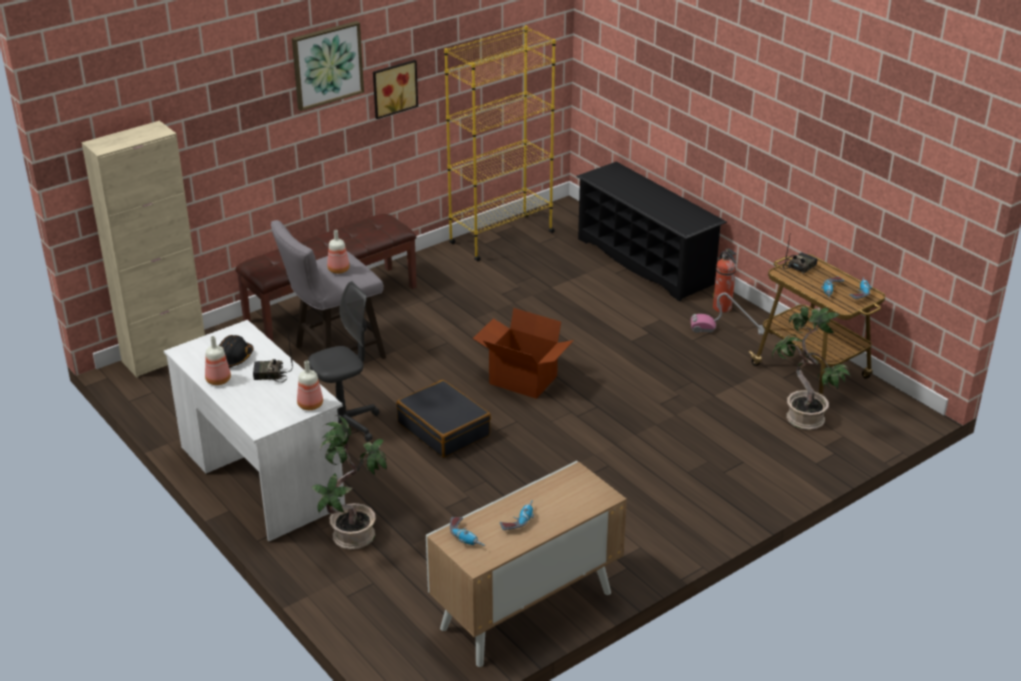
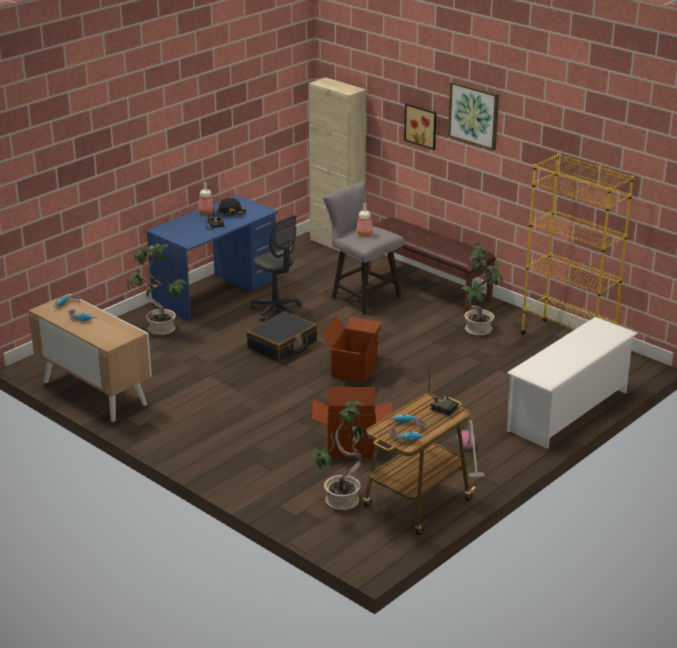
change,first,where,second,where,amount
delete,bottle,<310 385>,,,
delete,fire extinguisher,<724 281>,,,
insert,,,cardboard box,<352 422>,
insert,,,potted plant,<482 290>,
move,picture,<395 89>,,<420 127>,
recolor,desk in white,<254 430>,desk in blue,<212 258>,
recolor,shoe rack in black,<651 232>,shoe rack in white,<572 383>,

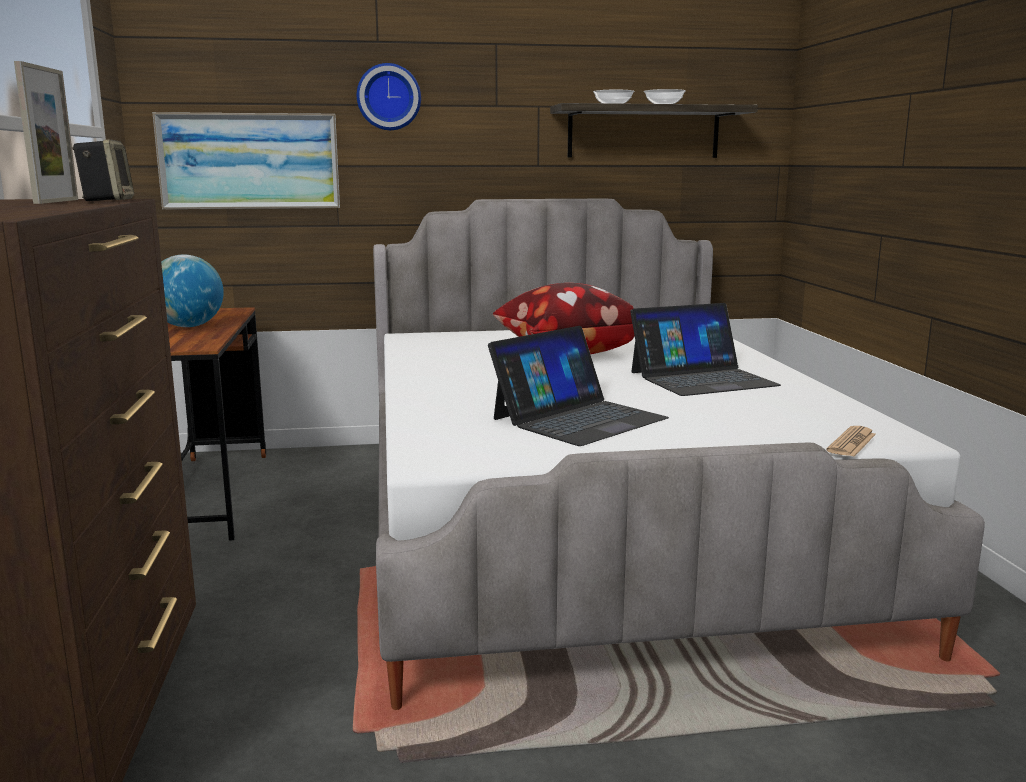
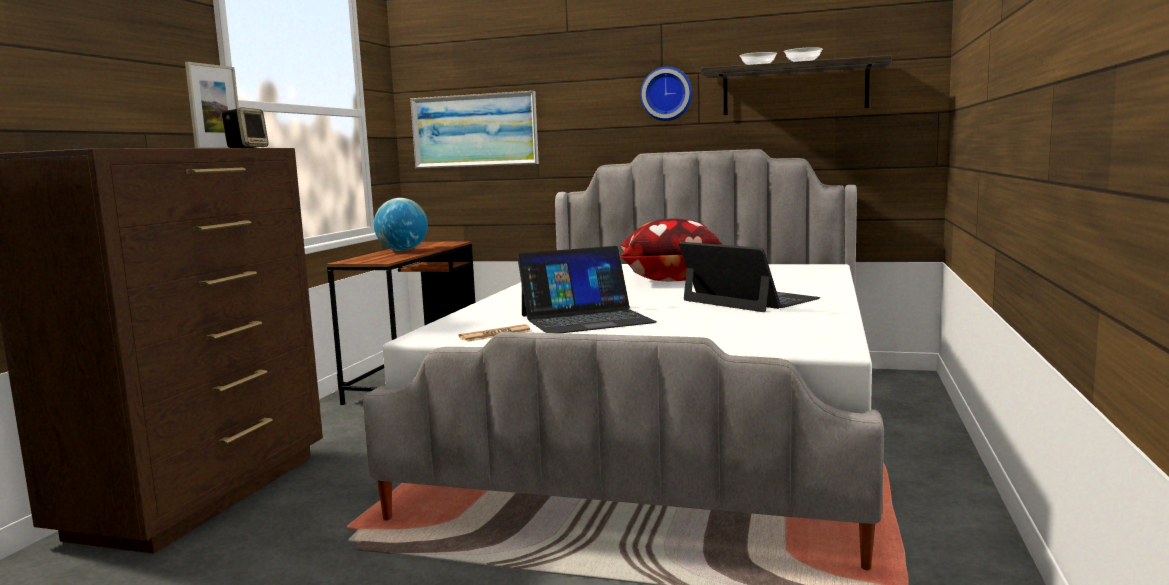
change,first,where,second,where,amount
move,wall clock,<389 96>,,<666 94>,
move,newspaper,<851 441>,,<495 333>,
rotate,laptop,<705 349>,,<749 277>,135 degrees counterclockwise

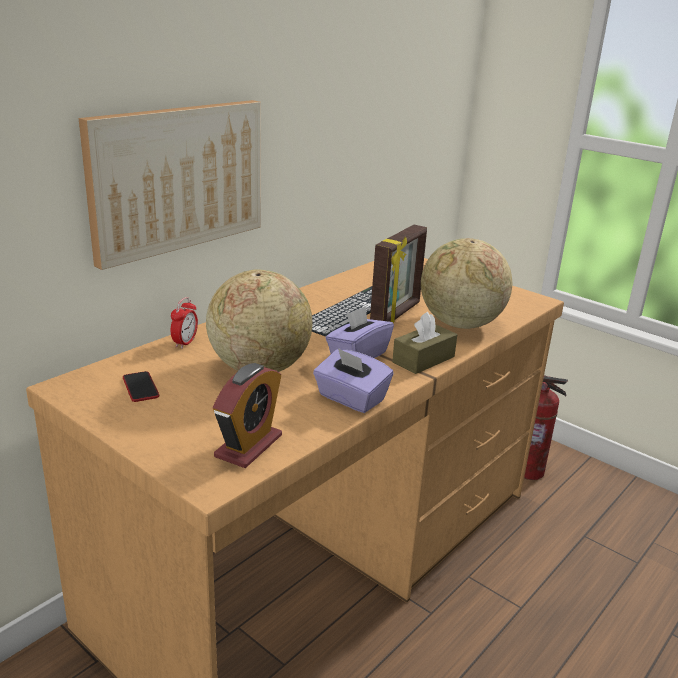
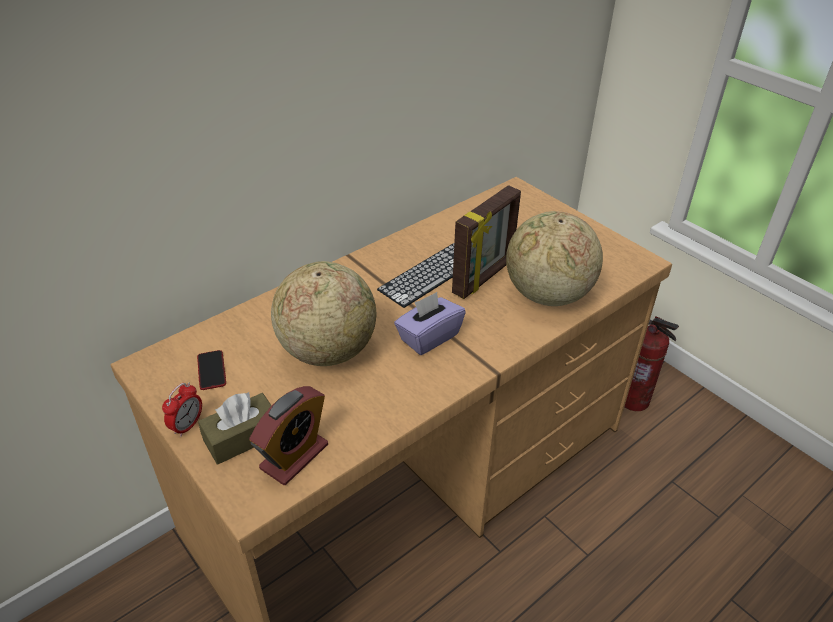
change,first,where,second,where,amount
delete,picture,<170 185>,,,
delete,tissue box in purple,<353 380>,,,
move,alarm clock,<184 323>,,<182 410>,
move,tissue box in brown,<424 343>,,<235 428>,

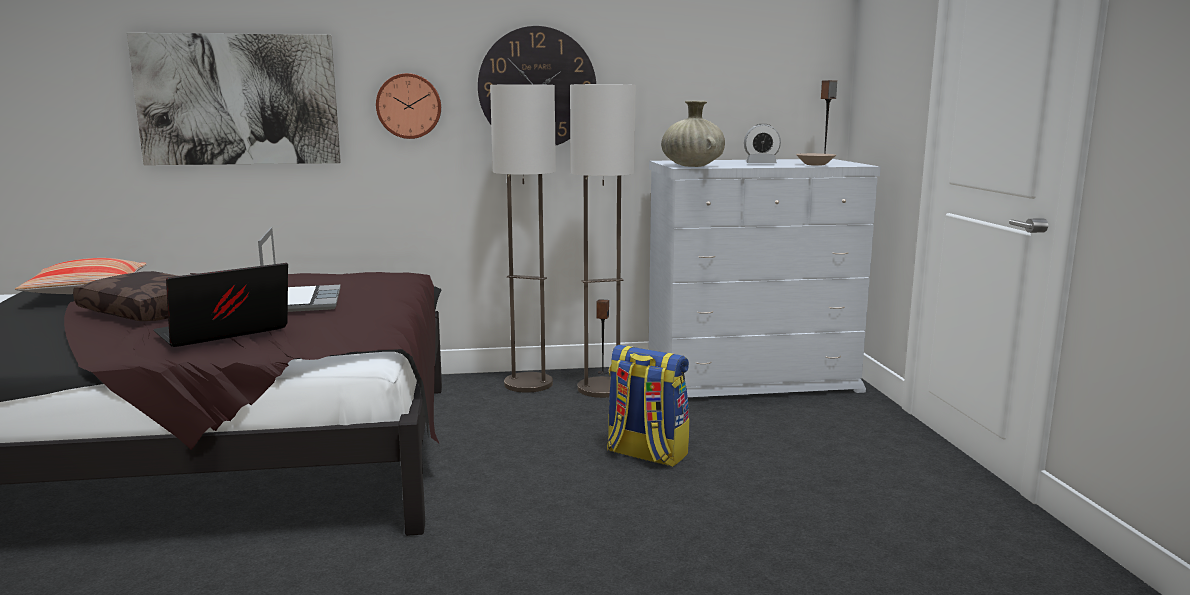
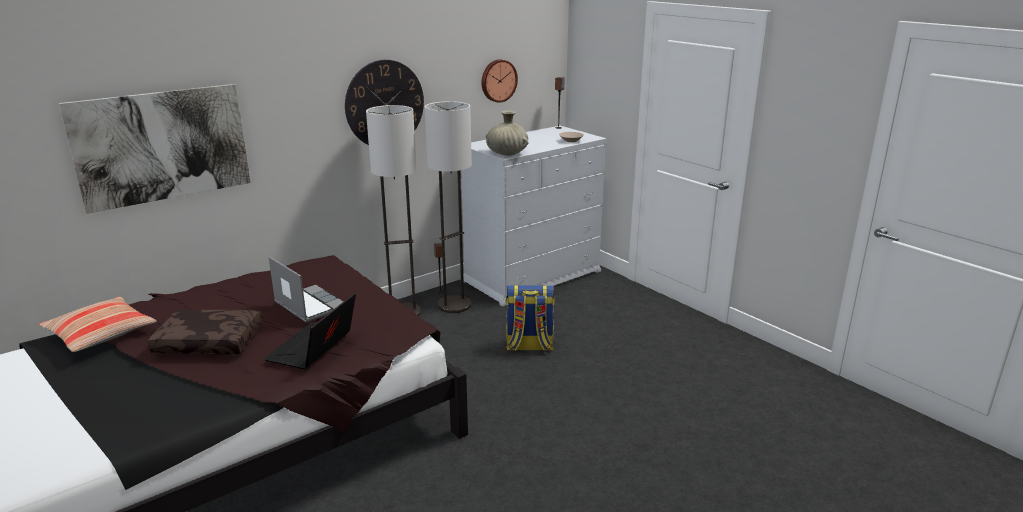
change,first,where,second,where,amount
delete,alarm clock,<762 143>,,,
move,wall clock,<408 106>,,<499 81>,

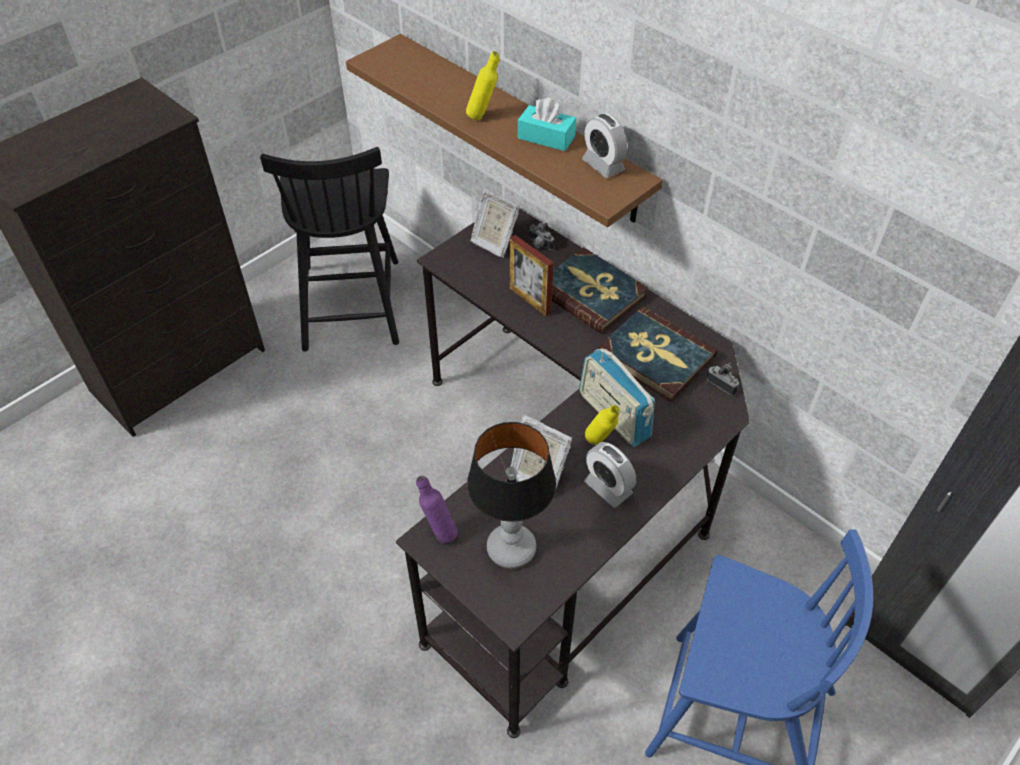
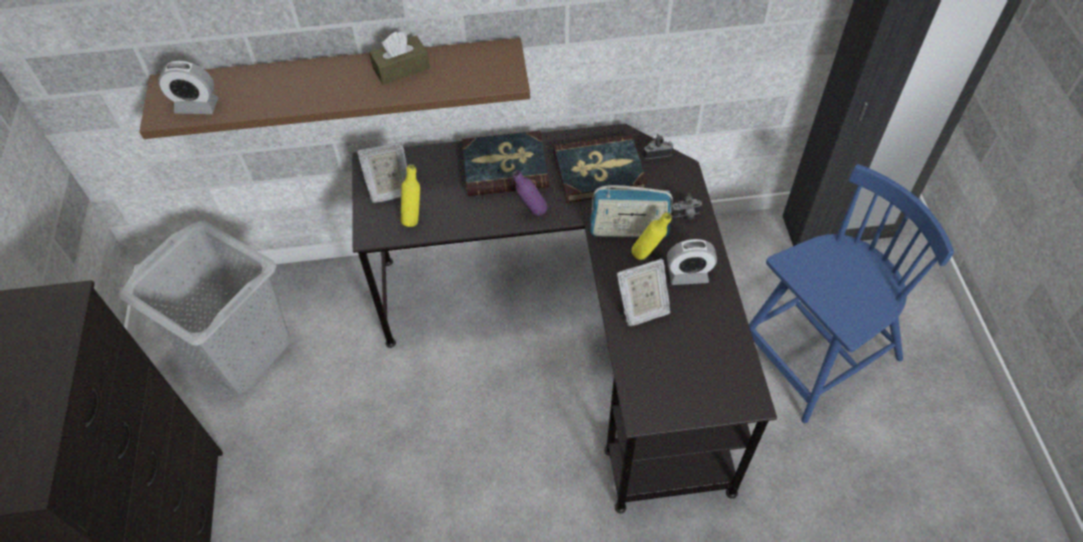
change,first,where,second,where,amount
delete,table lamp,<511 495>,,,
delete,picture frame,<531 275>,,,
move,bottle in purple,<437 510>,,<529 193>,
move,bottle in yellow,<483 85>,,<410 195>,
move,photo camera,<541 236>,,<687 206>,
move,alarm clock,<604 145>,,<188 87>,
replace,chair in black,<329 249>,laundry basket in grey,<205 307>,
recolor,tissue box in turquoise,<547 124>,tissue box in brown,<399 58>,

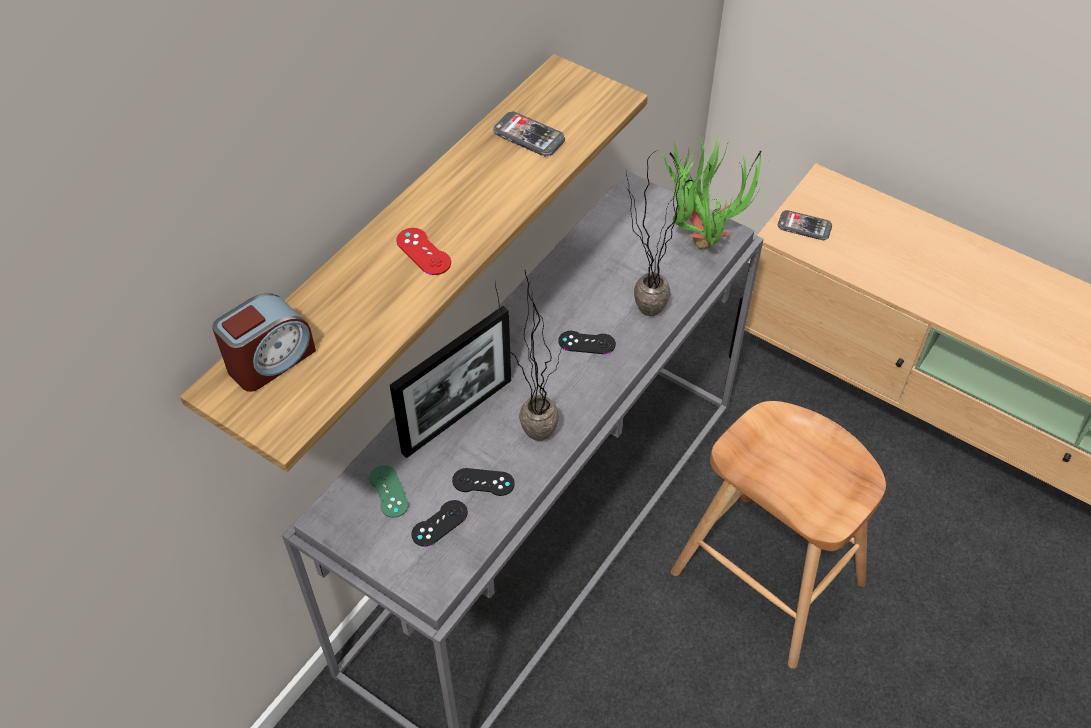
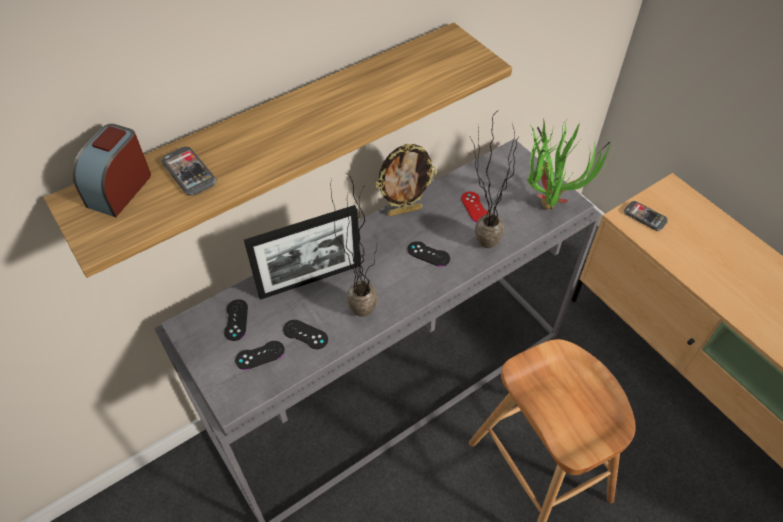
change,first,where,second,where,amount
insert,,,picture frame,<406 180>,
move,game controller in red,<423 251>,,<475 207>,
move,phone,<529 134>,,<189 171>,
recolor,game controller in green,<389 491>,game controller in black,<236 320>,
rotate,alarm clock,<264 342>,,<112 170>,135 degrees clockwise

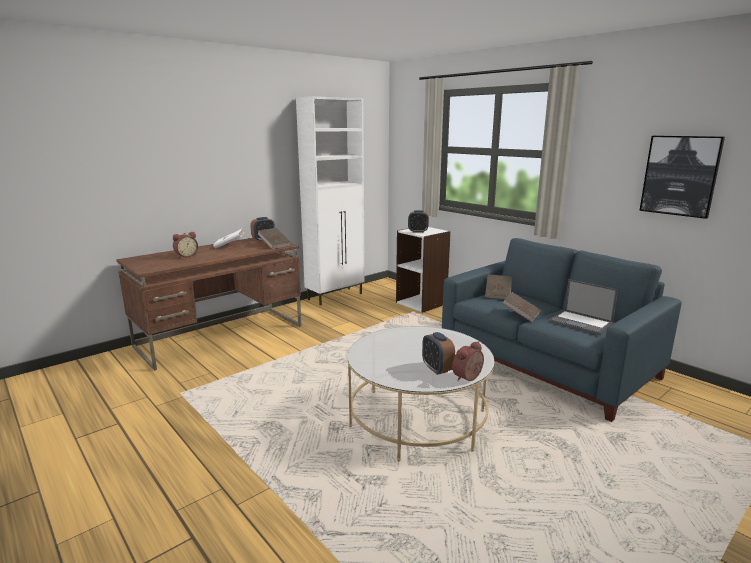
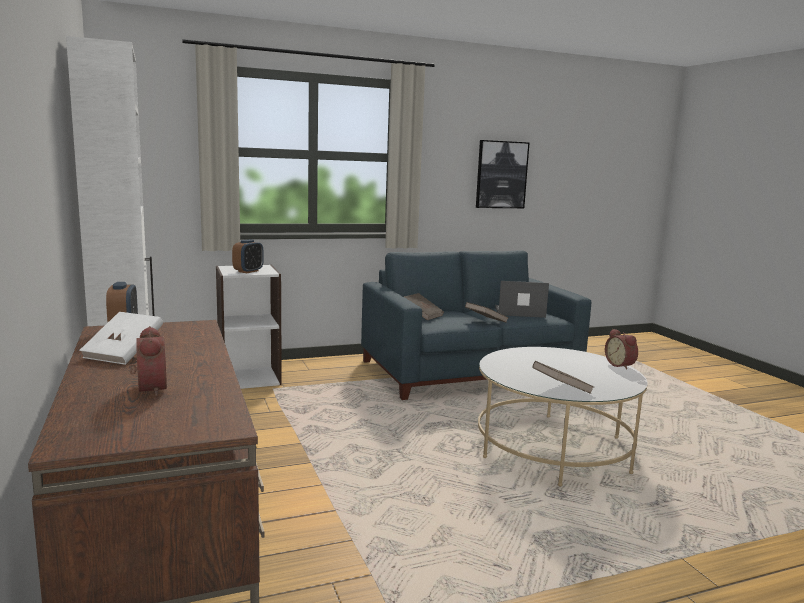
change,first,where,second,where,amount
delete,alarm clock,<438 353>,,,
move,book in brown,<274 238>,,<563 377>,
rotate,laptop,<583 307>,,<522 299>,150 degrees counterclockwise

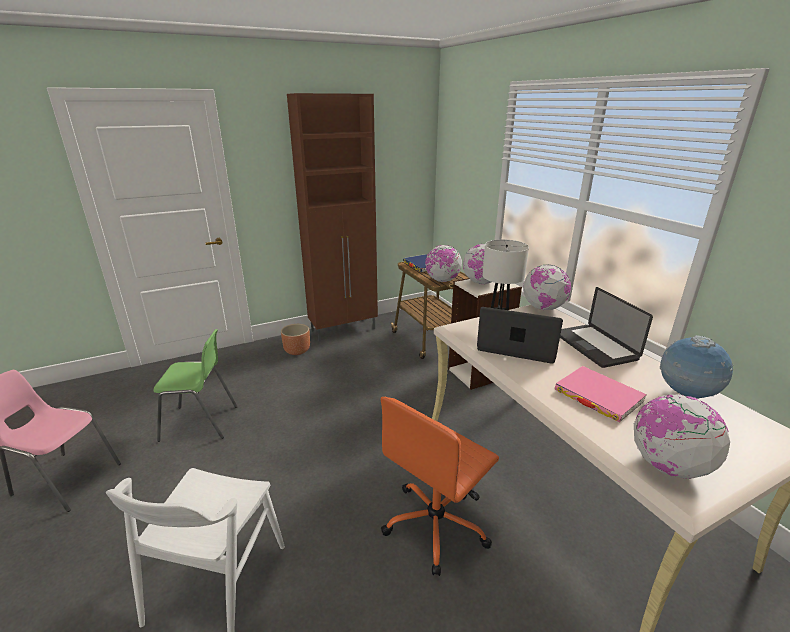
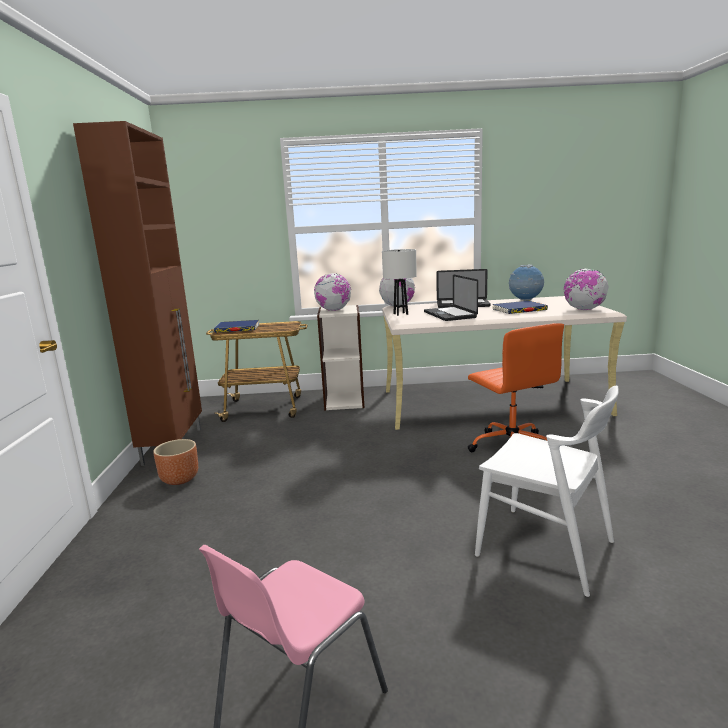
change,first,where,second,where,amount
delete,chair in green,<196 385>,,,
delete,globe,<443 263>,,,
recolor,book in pink,<601 394>,book in blue,<520 307>,
rotate,laptop,<520 335>,,<451 298>,60 degrees counterclockwise

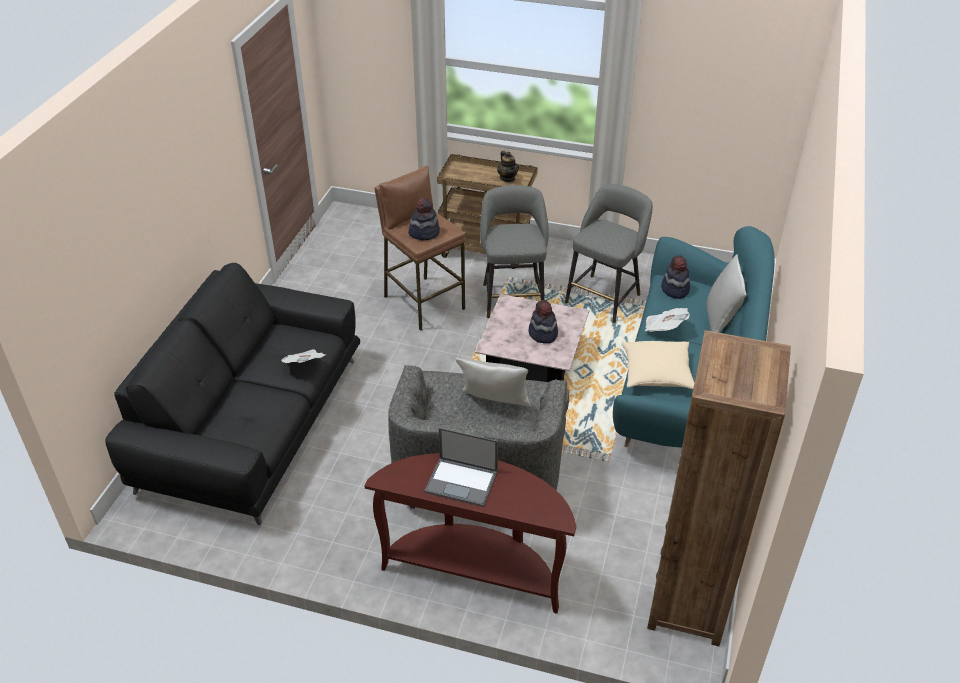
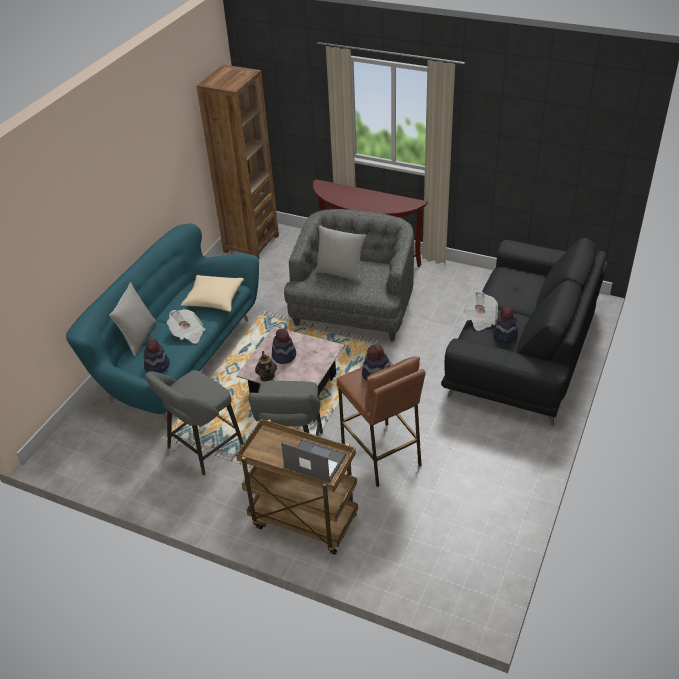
change,first,where,second,where,amount
insert,,,hat,<505 324>,
move,laptop,<461 467>,,<313 461>,
move,teapot,<508 166>,,<266 366>,

